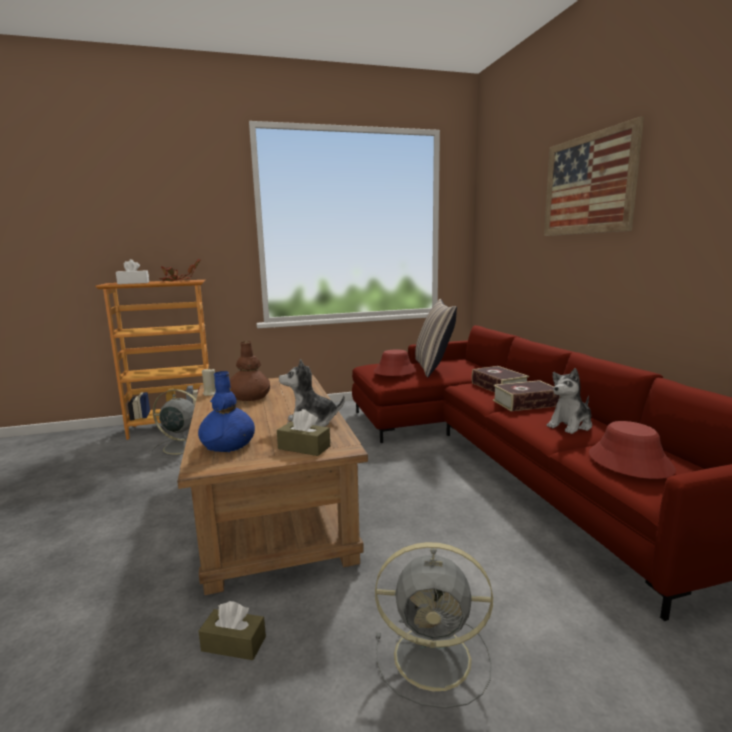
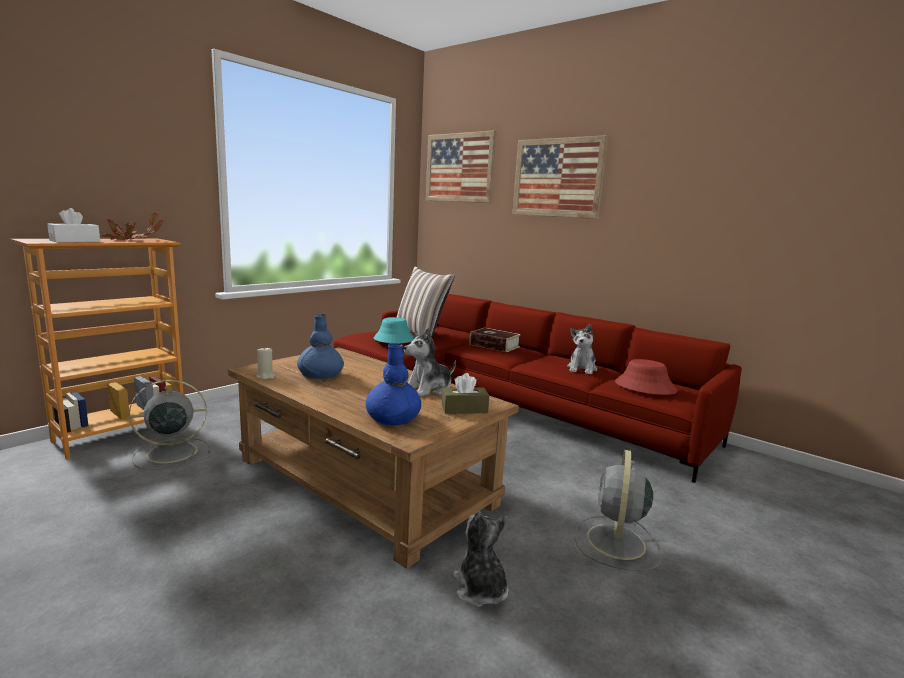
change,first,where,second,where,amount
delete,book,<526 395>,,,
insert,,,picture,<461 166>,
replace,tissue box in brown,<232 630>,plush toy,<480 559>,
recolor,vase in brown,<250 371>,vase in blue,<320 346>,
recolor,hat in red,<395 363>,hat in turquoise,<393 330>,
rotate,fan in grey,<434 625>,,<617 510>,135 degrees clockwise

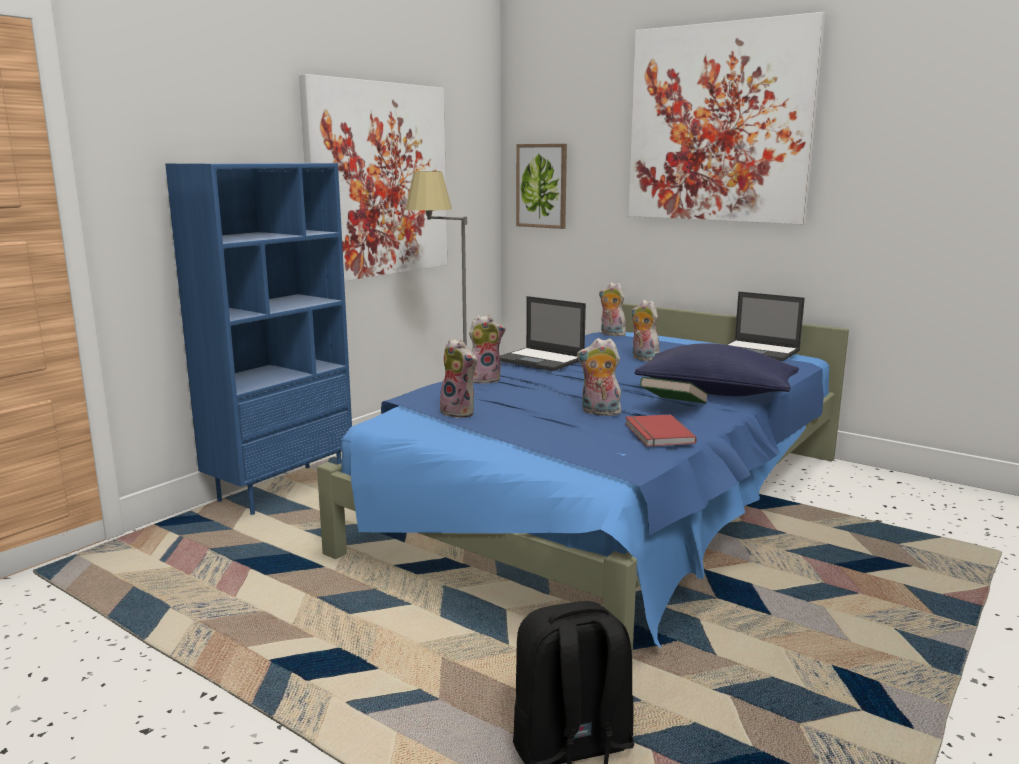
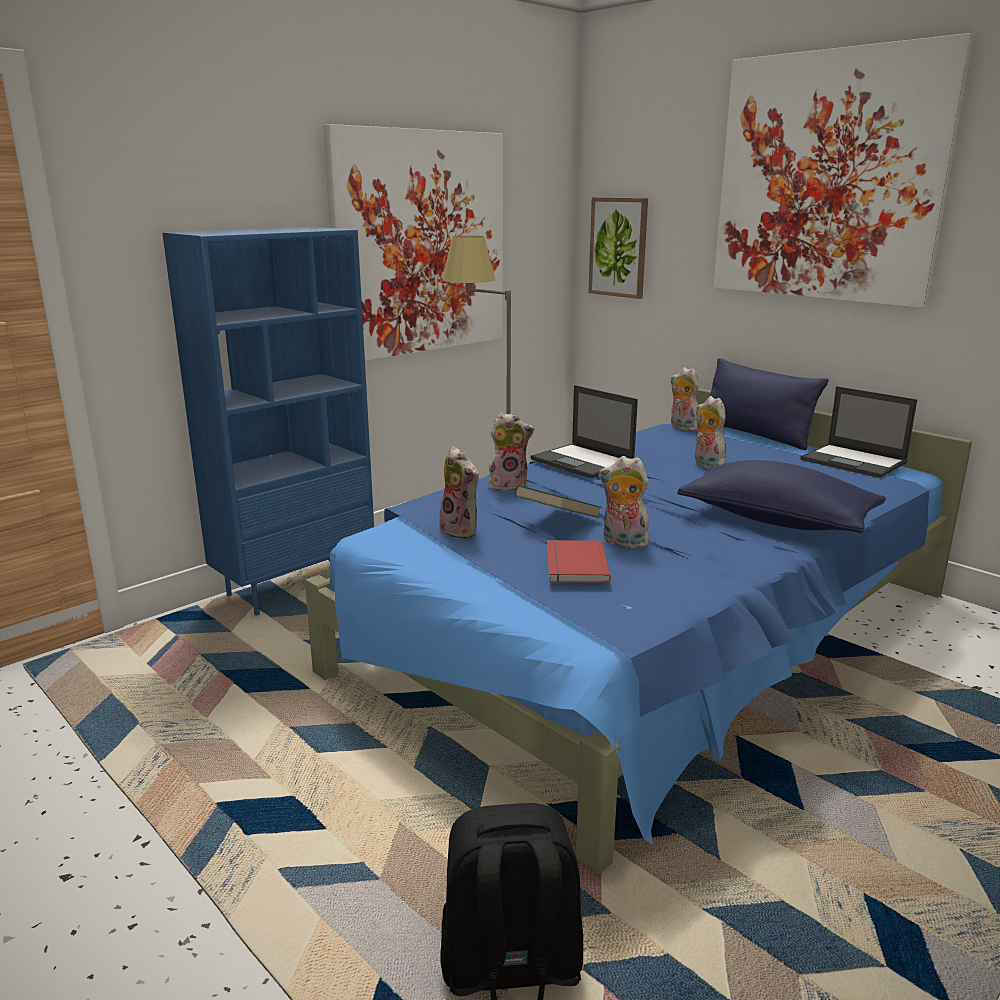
change,first,where,second,where,amount
insert,,,pillow in blue,<768 404>,
move,book in red,<661 430>,,<579 561>,
move,book in green,<674 390>,,<558 501>,

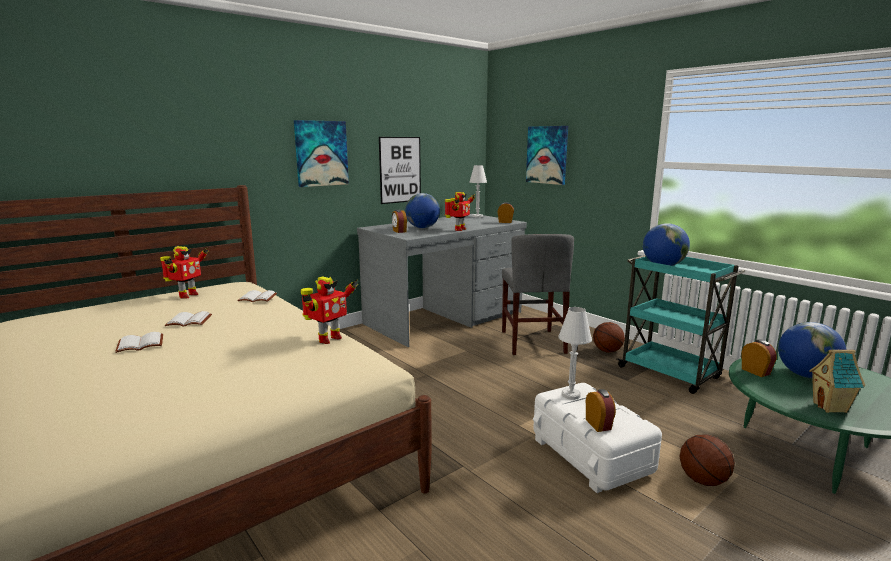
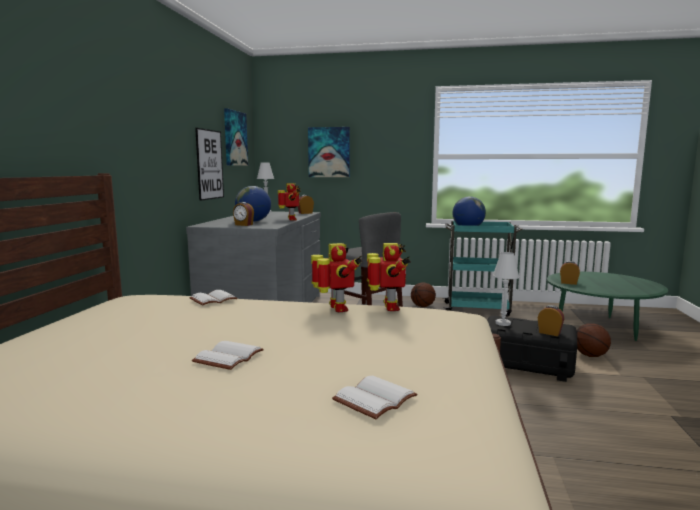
change,first,where,second,where,amount
delete,globe,<812 350>,,,
delete,toy house,<837 381>,,,
move,toy robot,<184 272>,,<337 277>,
move,book in white,<188 319>,,<374 397>,
move,picture,<321 153>,,<236 137>,
recolor,storage box in white,<597 438>,storage box in black,<532 349>,

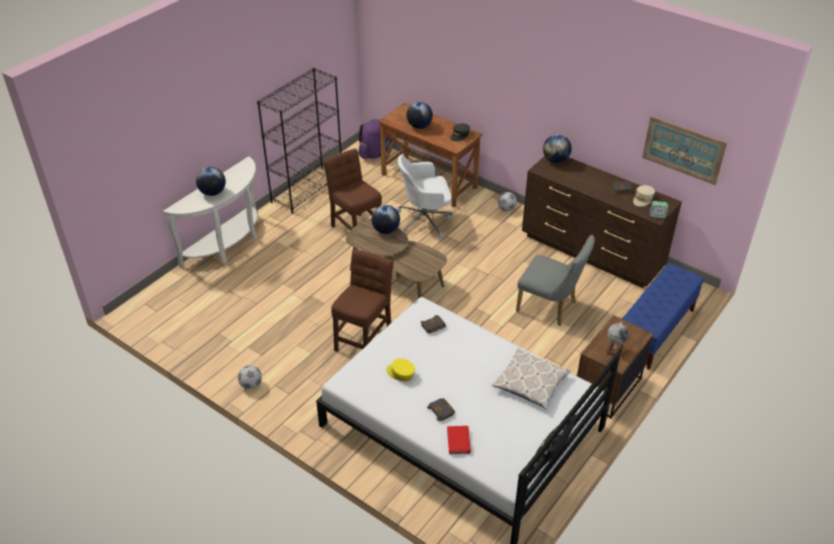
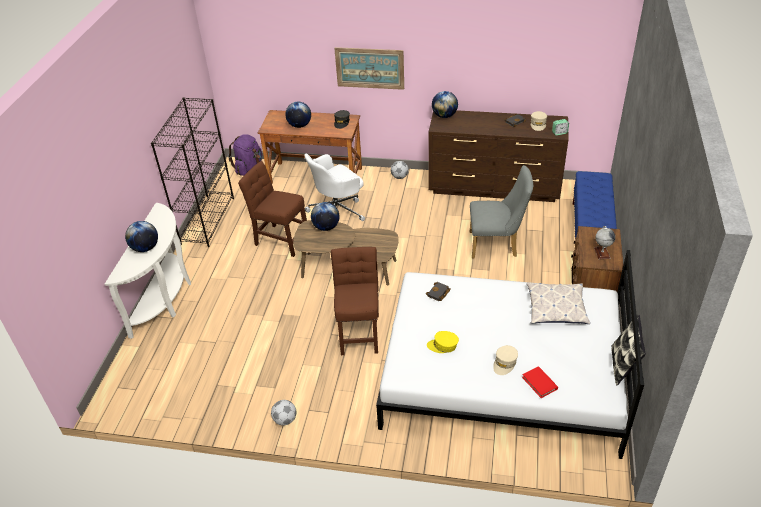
change,first,where,second,where,amount
move,picture,<684 150>,,<369 68>,
replace,book in black,<441 409>,cap in beige,<505 360>,

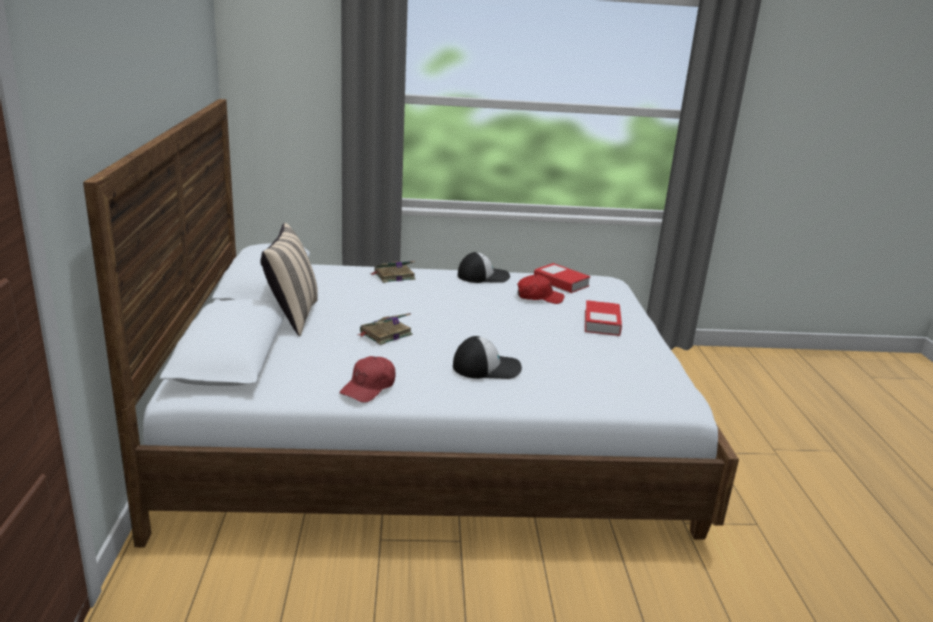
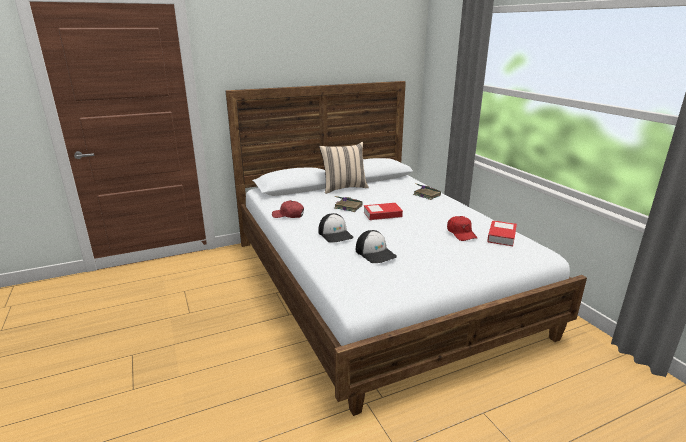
change,first,where,second,where,amount
move,cap,<484 267>,,<376 246>,
move,book,<603 318>,,<383 211>,

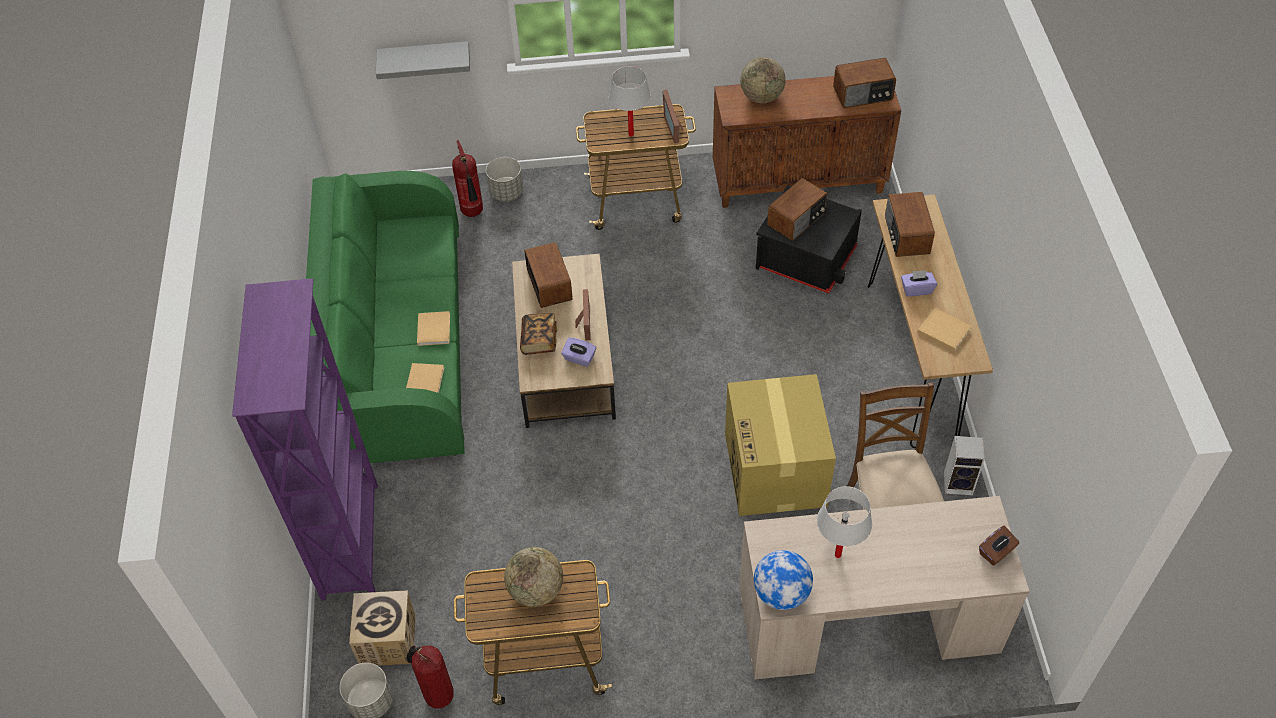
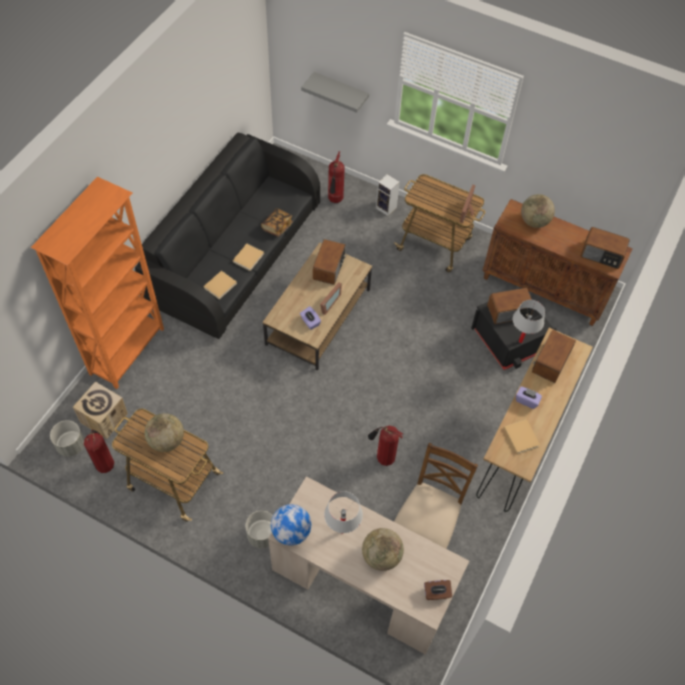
change,first,where,second,where,amount
insert,,,globe,<383 549>,
move,planter in grey,<504 179>,,<259 529>,
move,book,<538 334>,,<277 222>,
move,table lamp in white,<630 101>,,<529 321>,
move,speaker,<964 465>,,<388 195>,
replace,cardboard box,<780 445>,fire extinguisher,<385 446>,
recolor,bookcase in purple,<305 439>,bookcase in orange,<97 283>,
recolor,sofa in green,<385 317>,sofa in black,<227 235>,

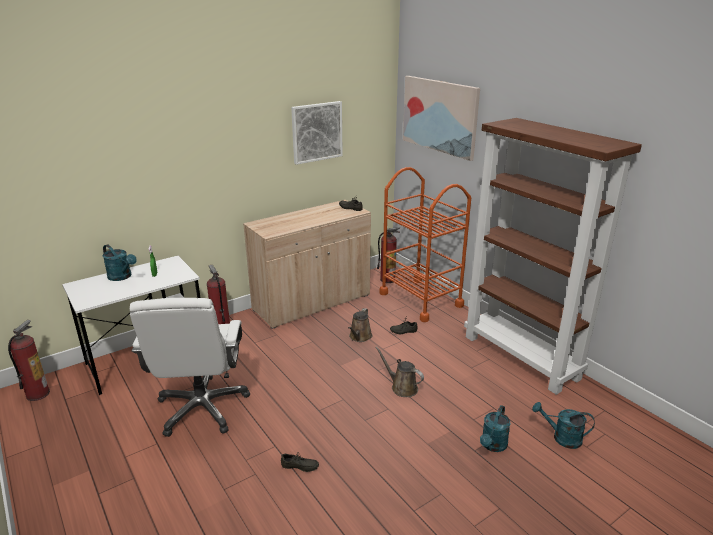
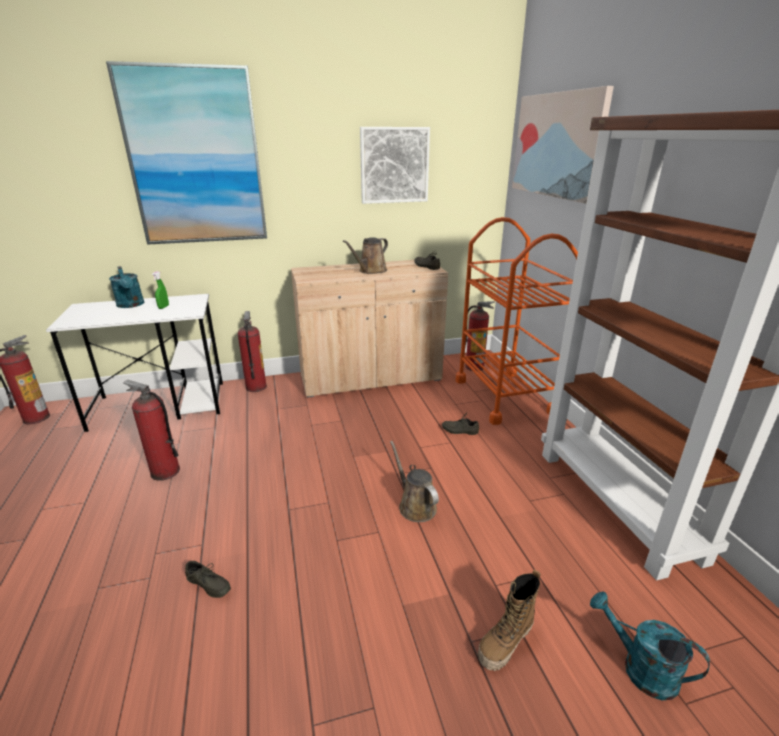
change,first,where,second,where,amount
insert,,,picture,<186 153>,
move,watering can in brown,<360 325>,,<365 255>,
replace,office chair in white,<190 367>,fire extinguisher,<151 430>,
replace,watering can in turquoise,<495 428>,boot,<509 620>,

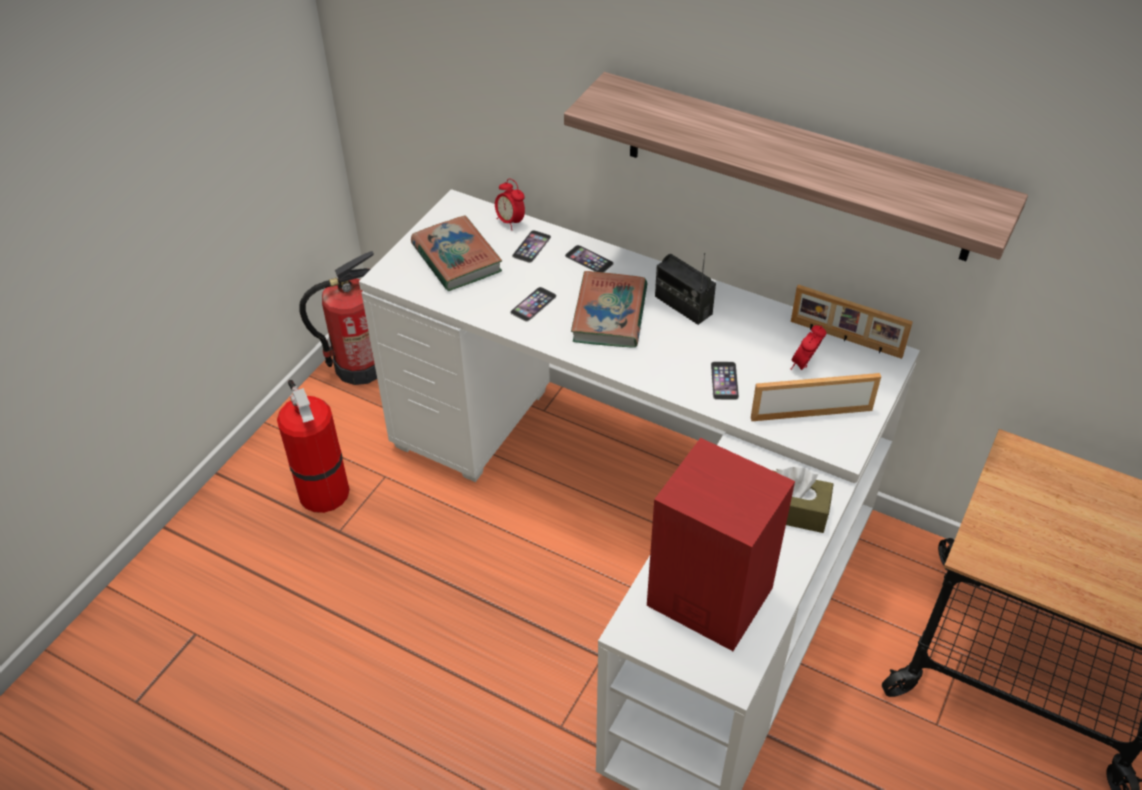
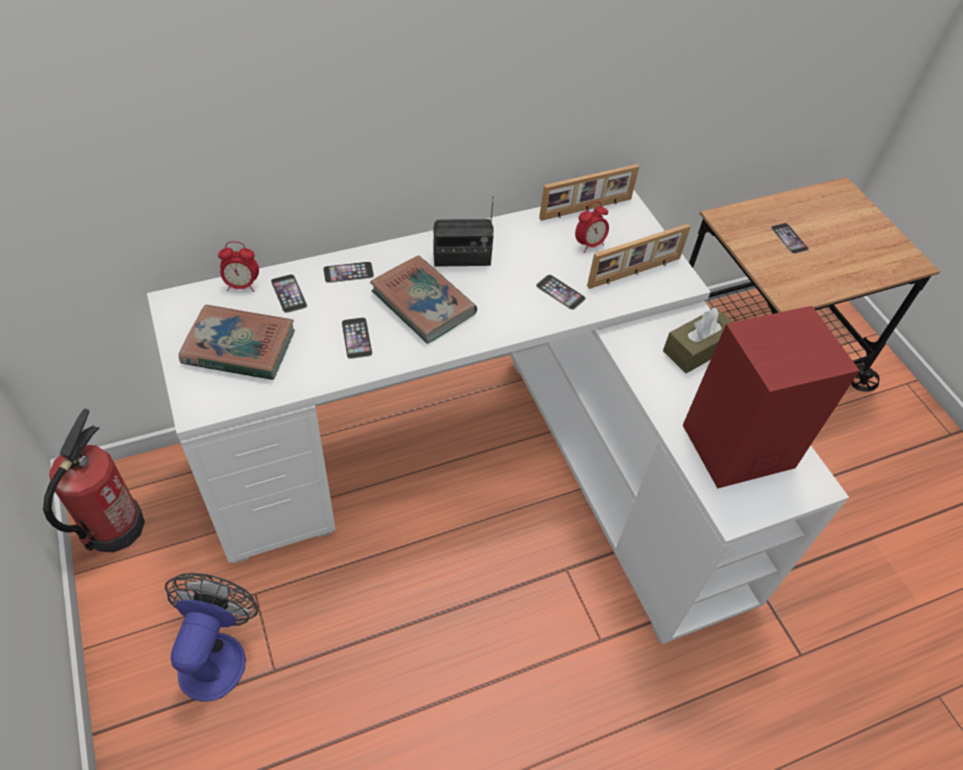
change,first,where,second,where,amount
delete,shelf,<796 166>,,,
insert,,,phone,<790 238>,
replace,fire extinguisher,<313 446>,fan,<211 637>,
rotate,picture frame,<816 397>,,<639 256>,150 degrees counterclockwise
rotate,alarm clock,<808 347>,,<592 227>,105 degrees counterclockwise

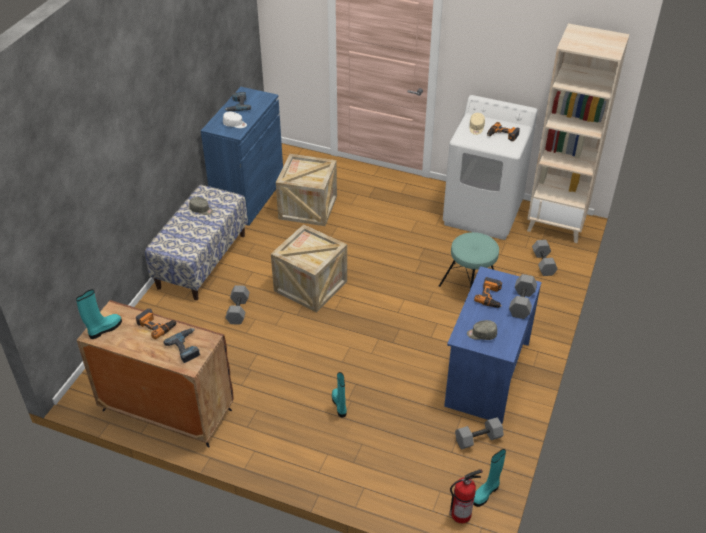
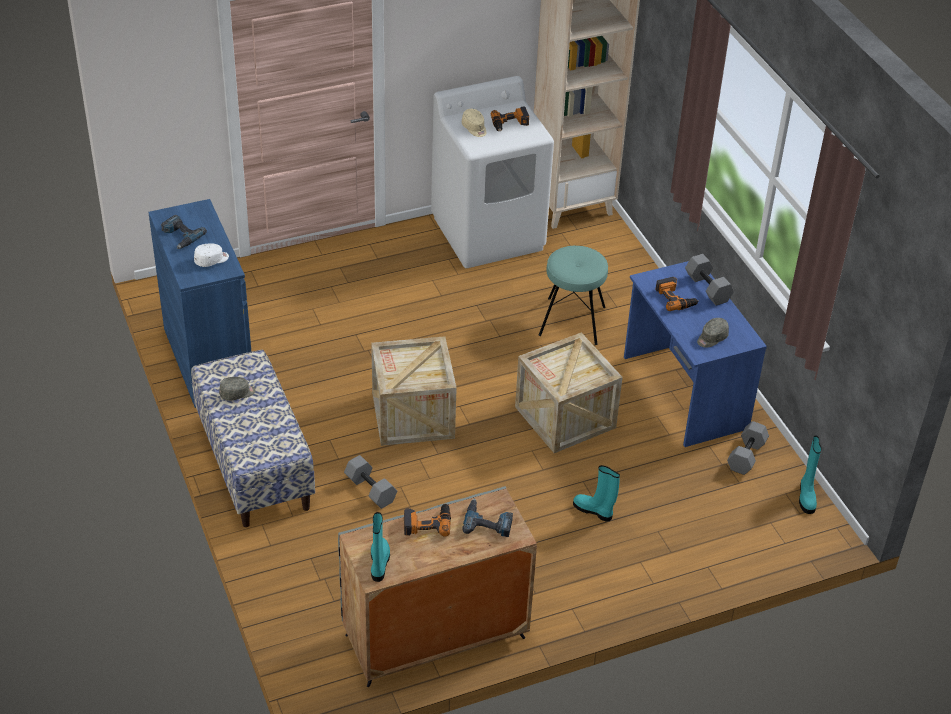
change,first,where,second,where,amount
delete,fire extinguisher,<466 496>,,,
delete,dumbbell in grey,<545 258>,,,
move,crate,<306 190>,,<569 392>,
recolor,cabinet in brown,<155 373>,cabinet in grey,<437 586>,

